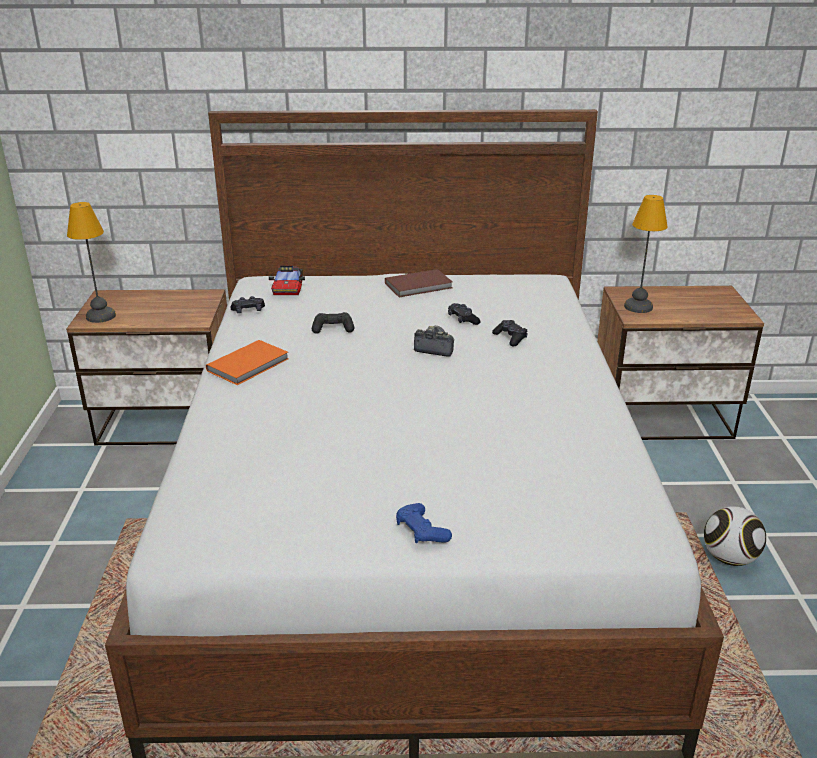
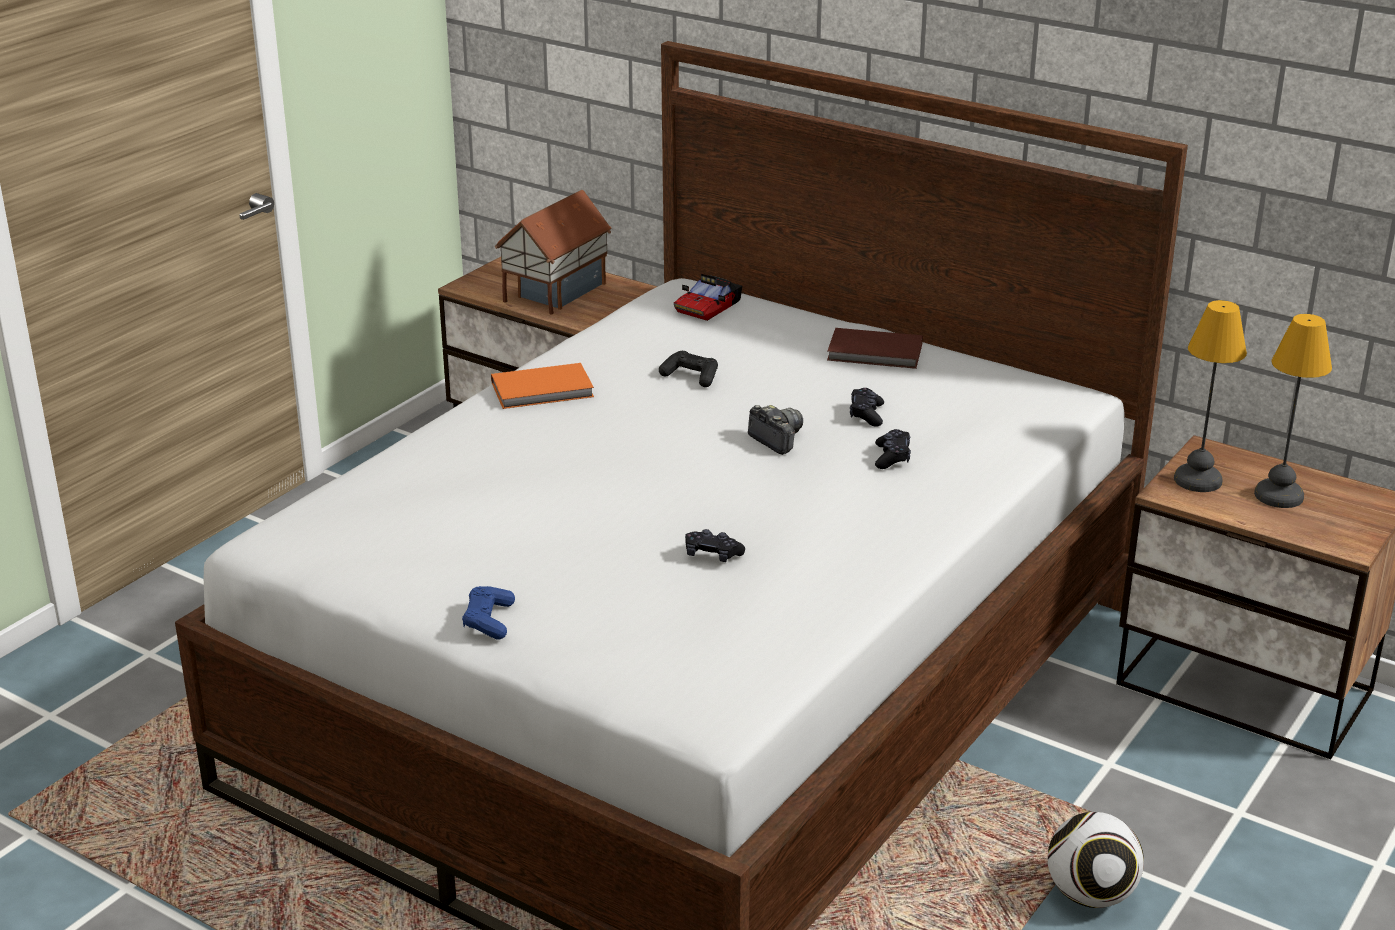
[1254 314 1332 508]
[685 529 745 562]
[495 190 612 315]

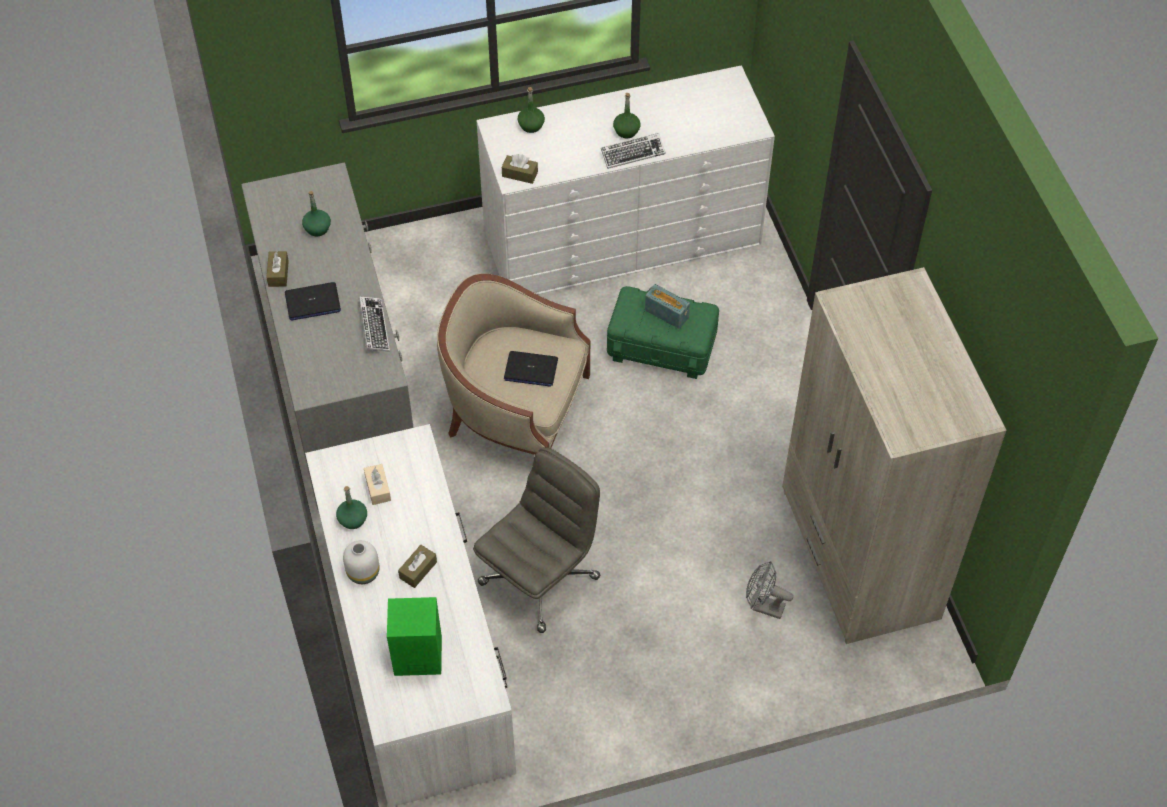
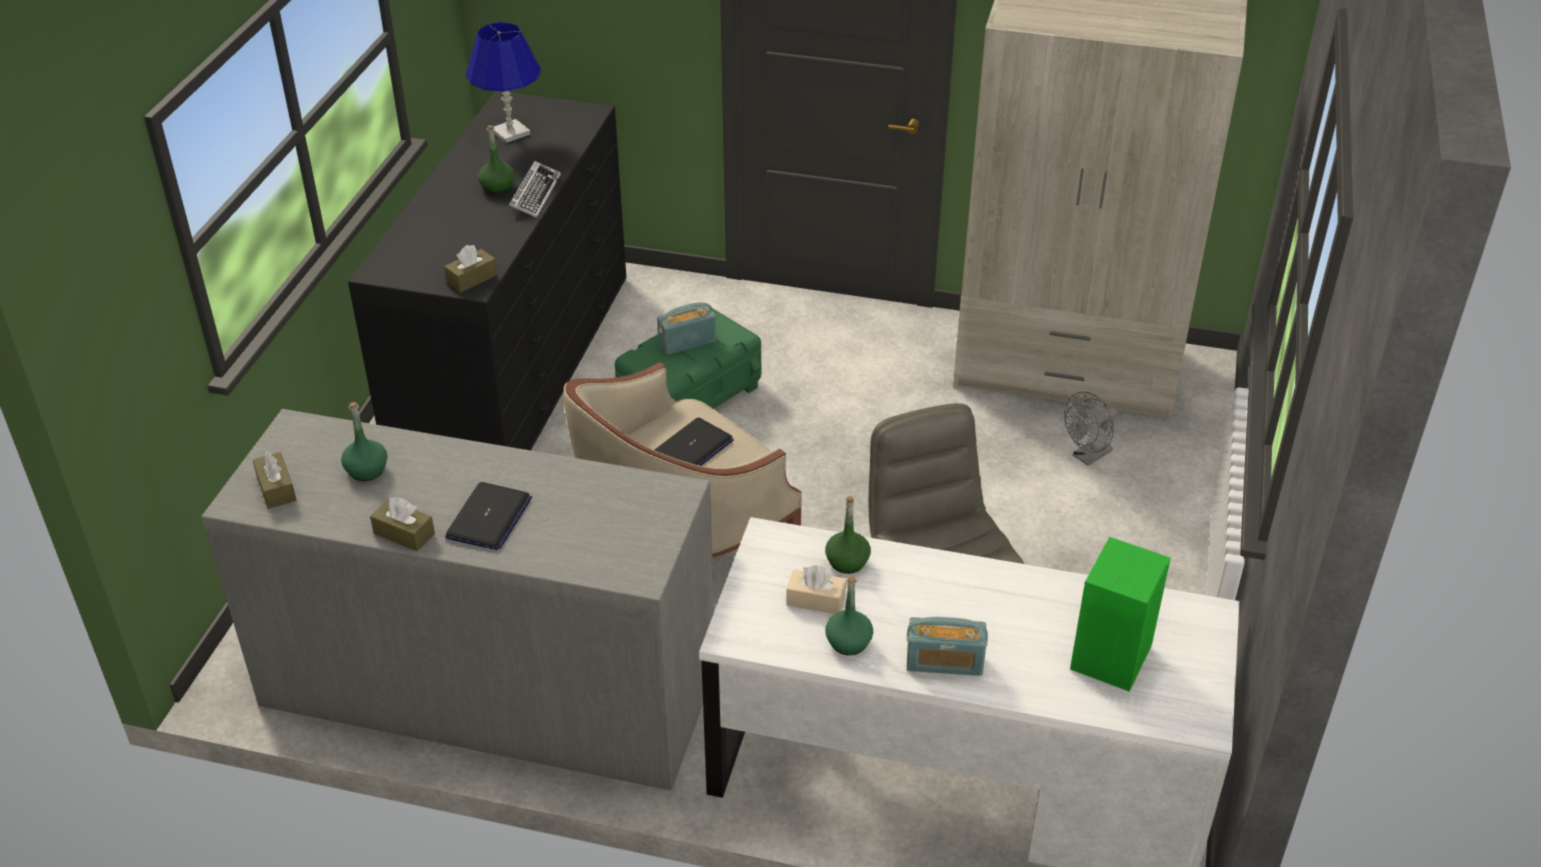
[348 91 626 451]
[825 496 871 574]
[359 296 390 352] (first image)
[906 617 988 676]
[253 450 297 509]
[466 22 541 143]

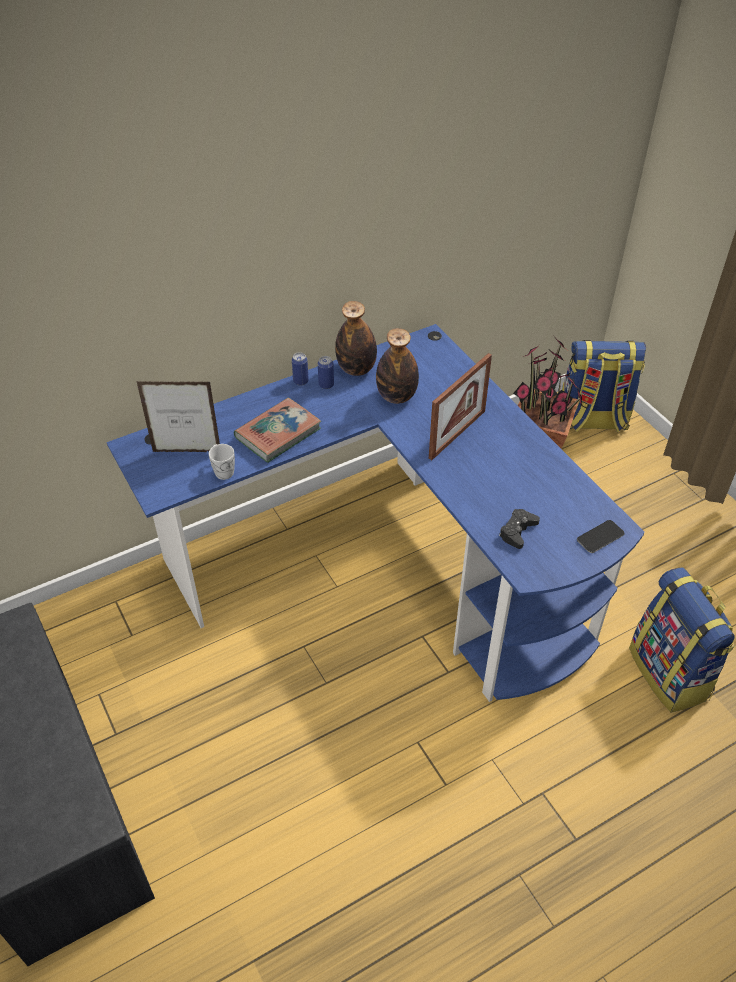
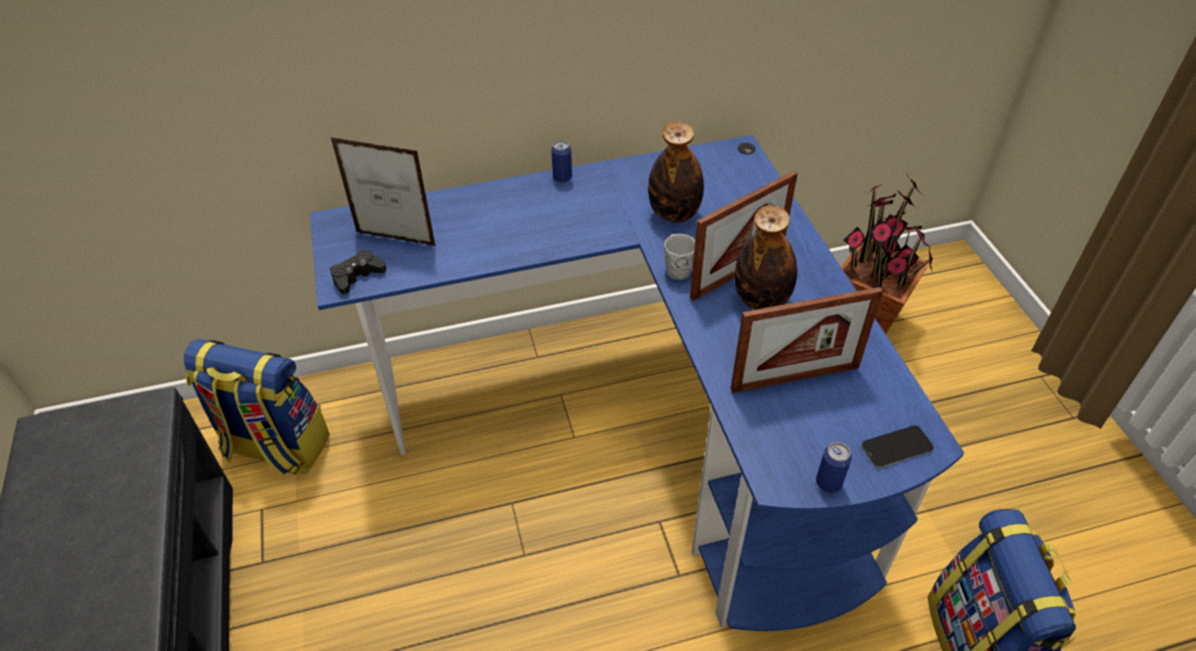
[735 205 797 310]
[184 339 330 476]
[816 442 852 493]
[234 398 321 463] (first image)
[664 234 695 280]
[330 250 387 294]
[731 287 883 393]

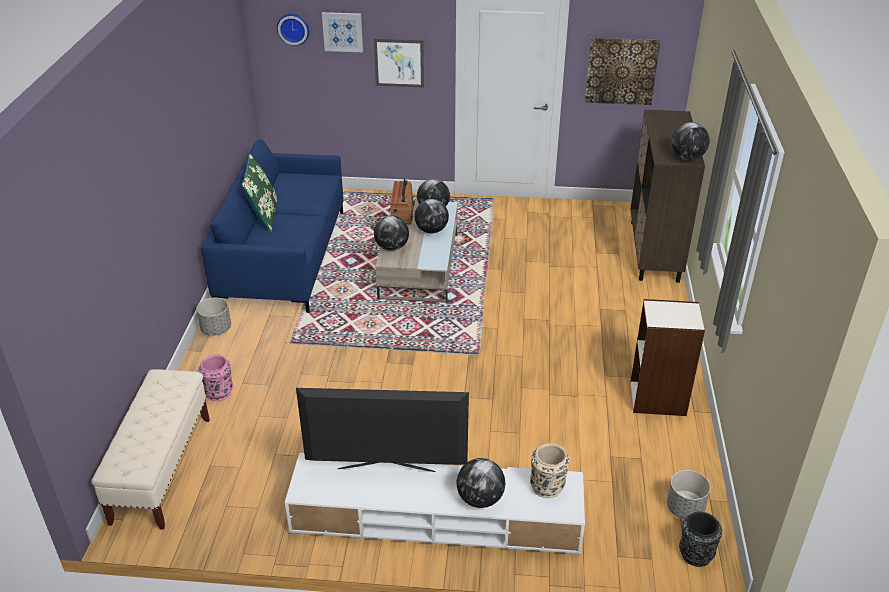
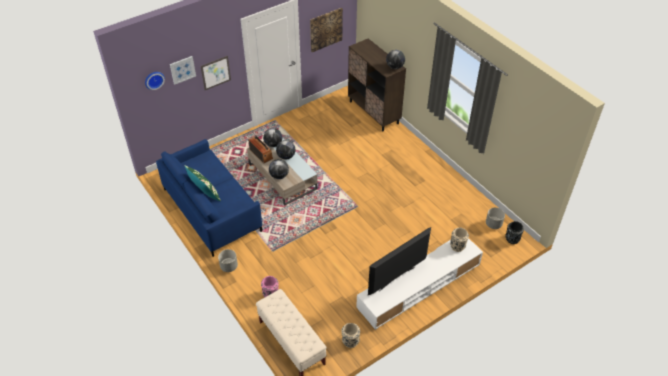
[630 299 705 416] (first image)
[456 458 505 508] (first image)
[341 323 360 348]

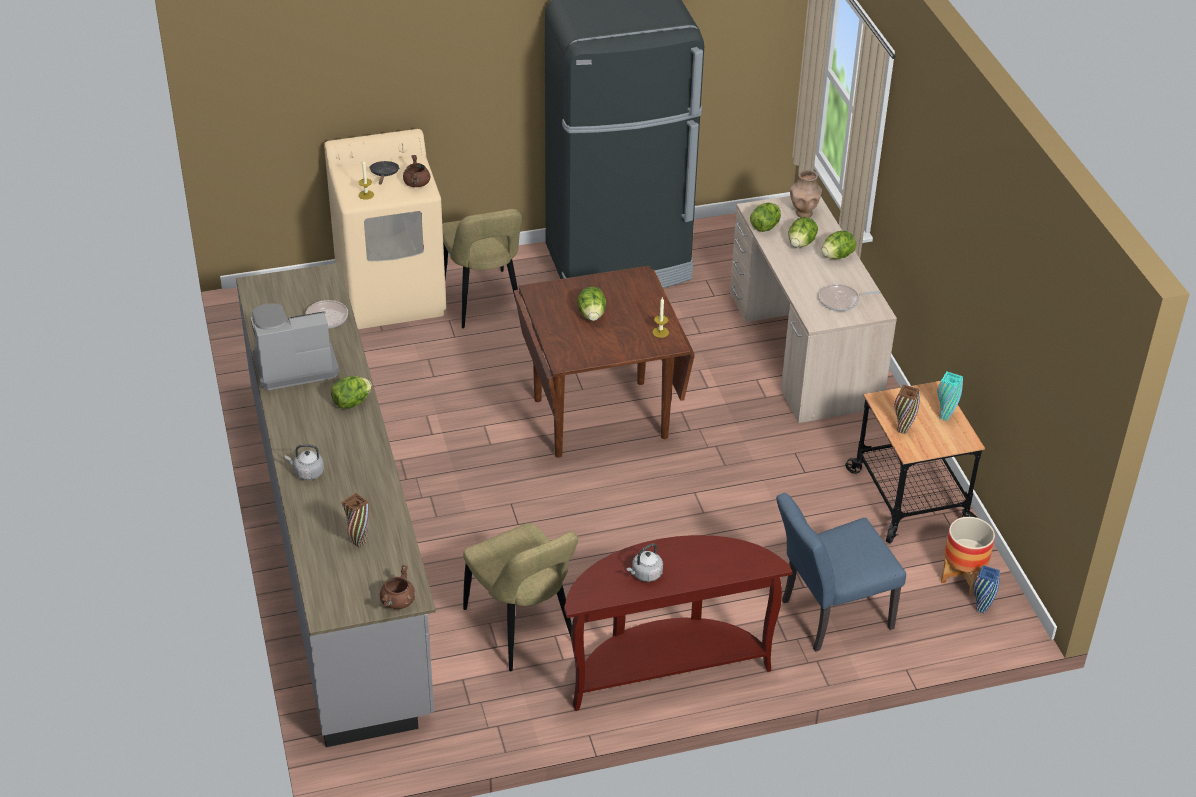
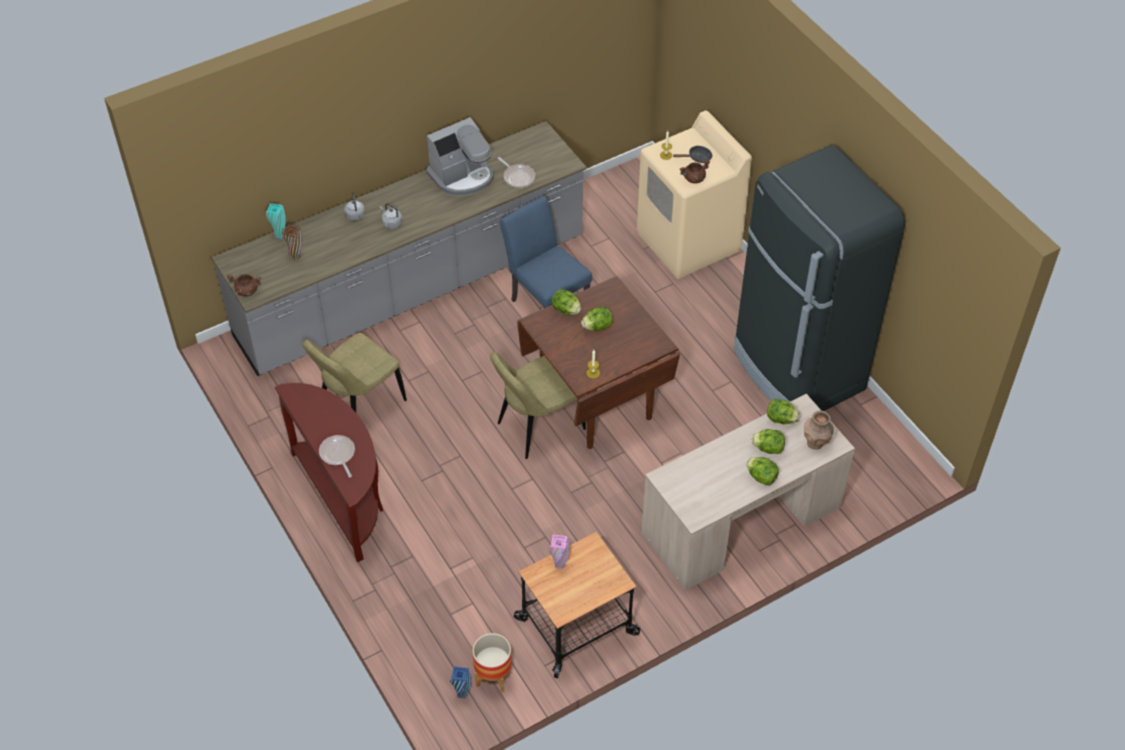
[490 352 586 459]
[319 435 355 477]
[426 117 493 196]
[266 203 286 239]
[552 289 582 315]
[549 535 570 569]
[500 196 592 308]
[379 203 403 229]

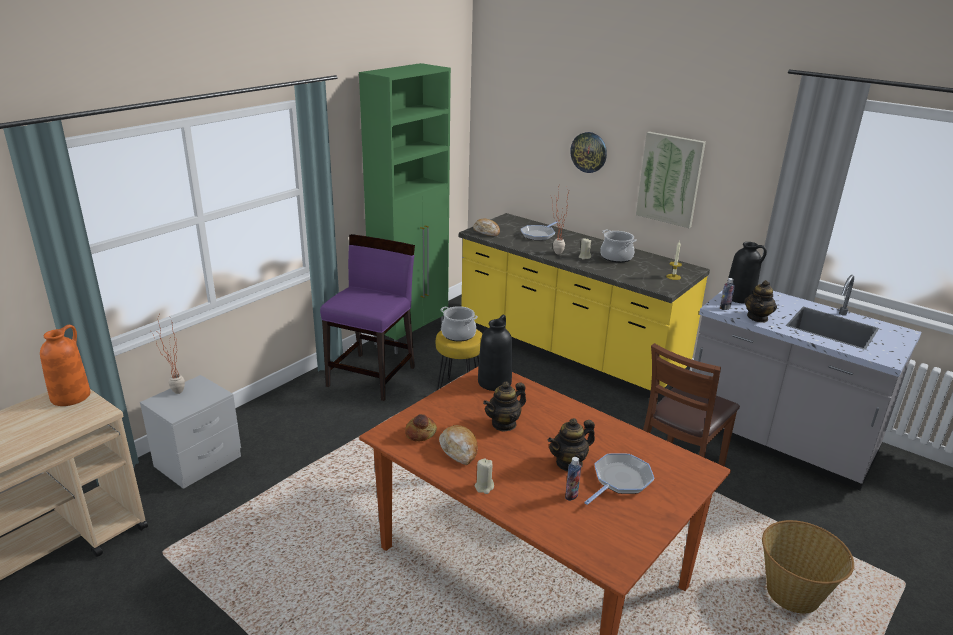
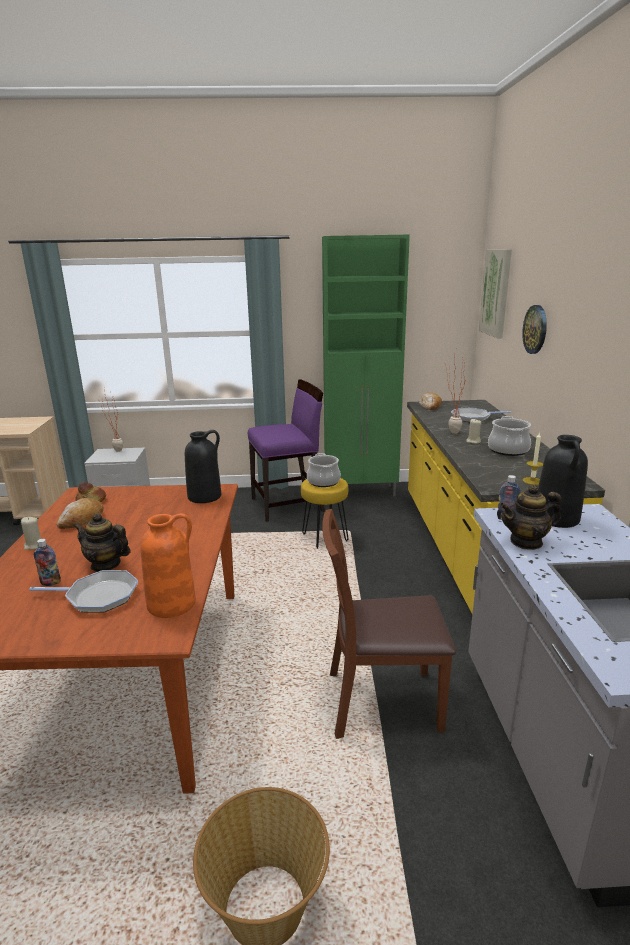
[479 249 512 338]
[140 513 196 618]
[483 381 526 432] (first image)

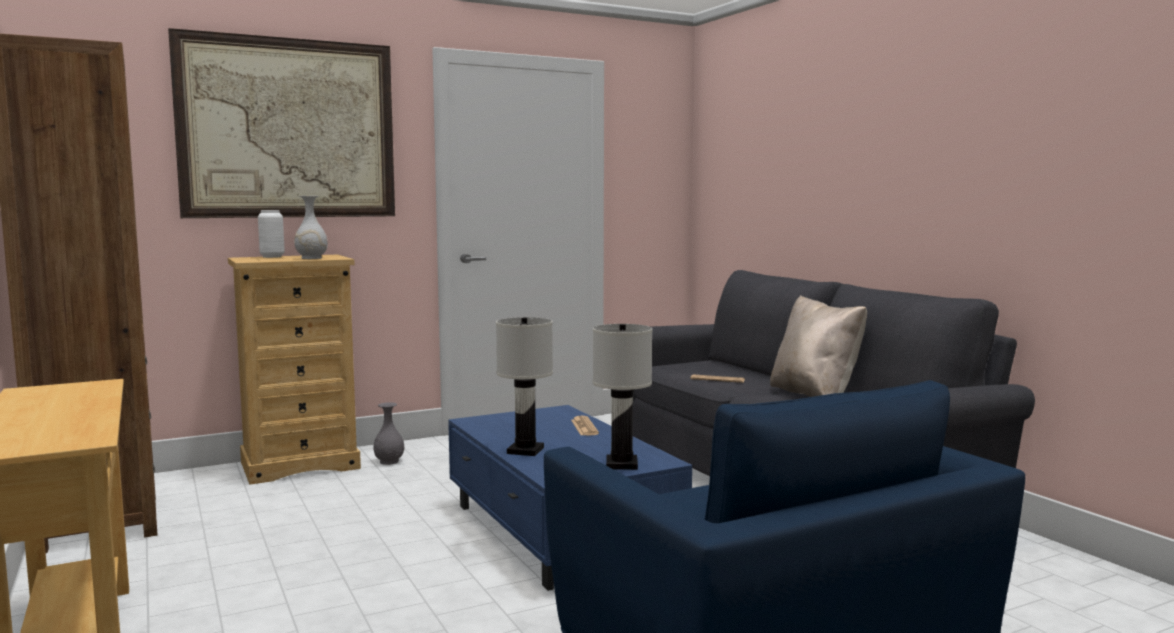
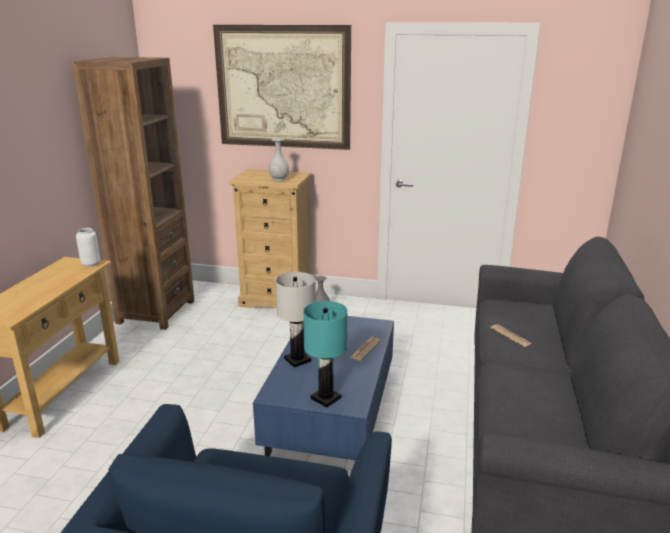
[76 228 100 267]
[770 295 867 397] (first image)
[303 301 348 407]

